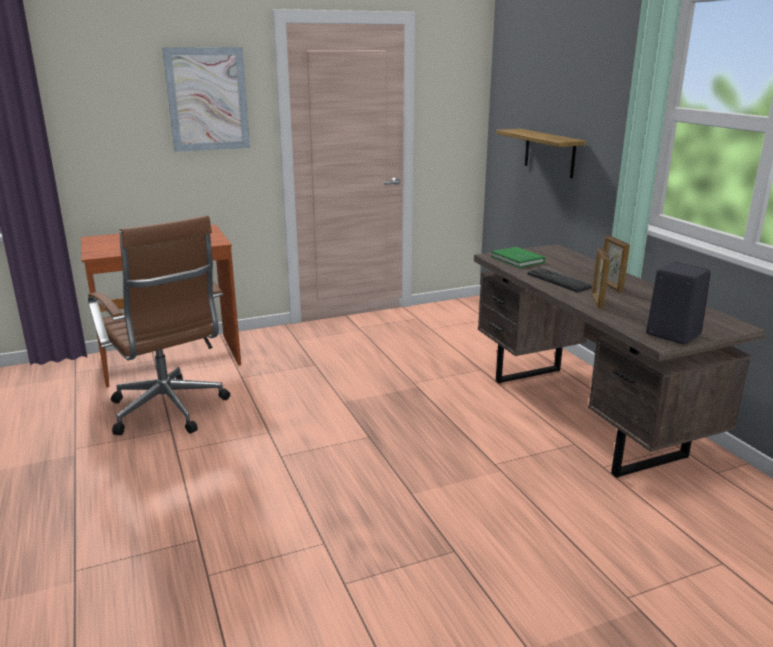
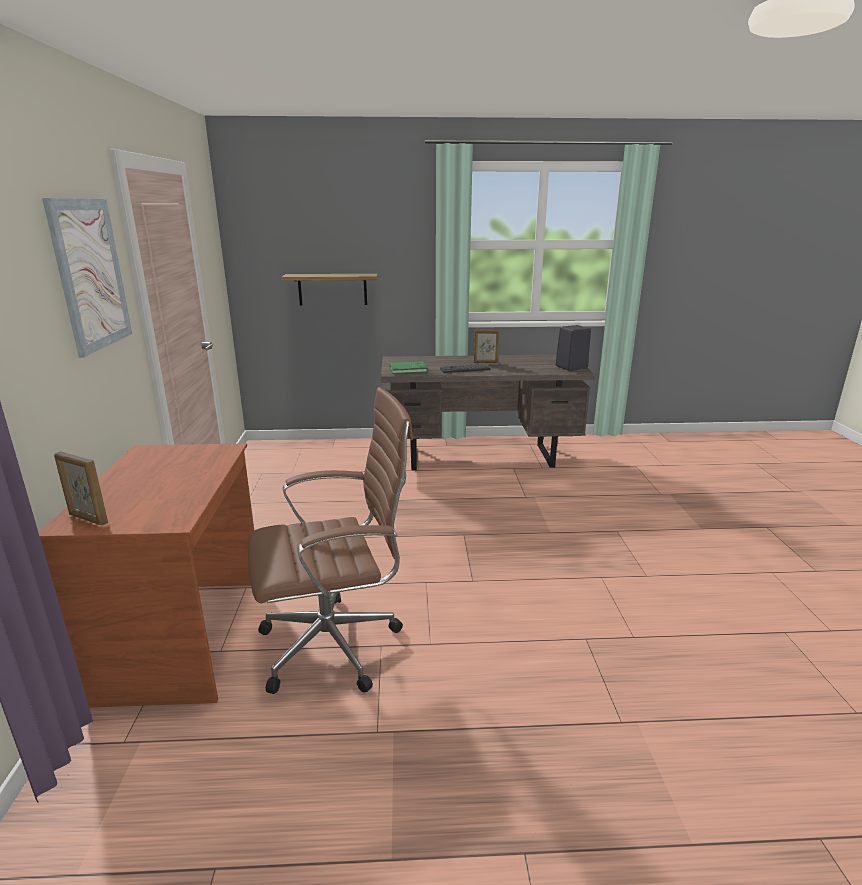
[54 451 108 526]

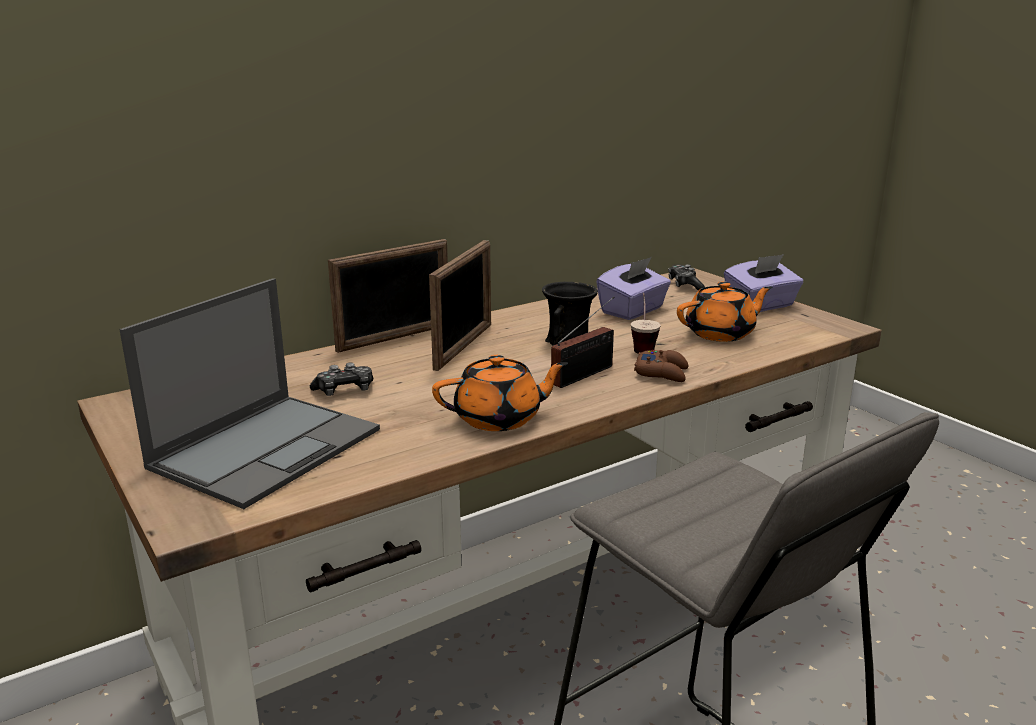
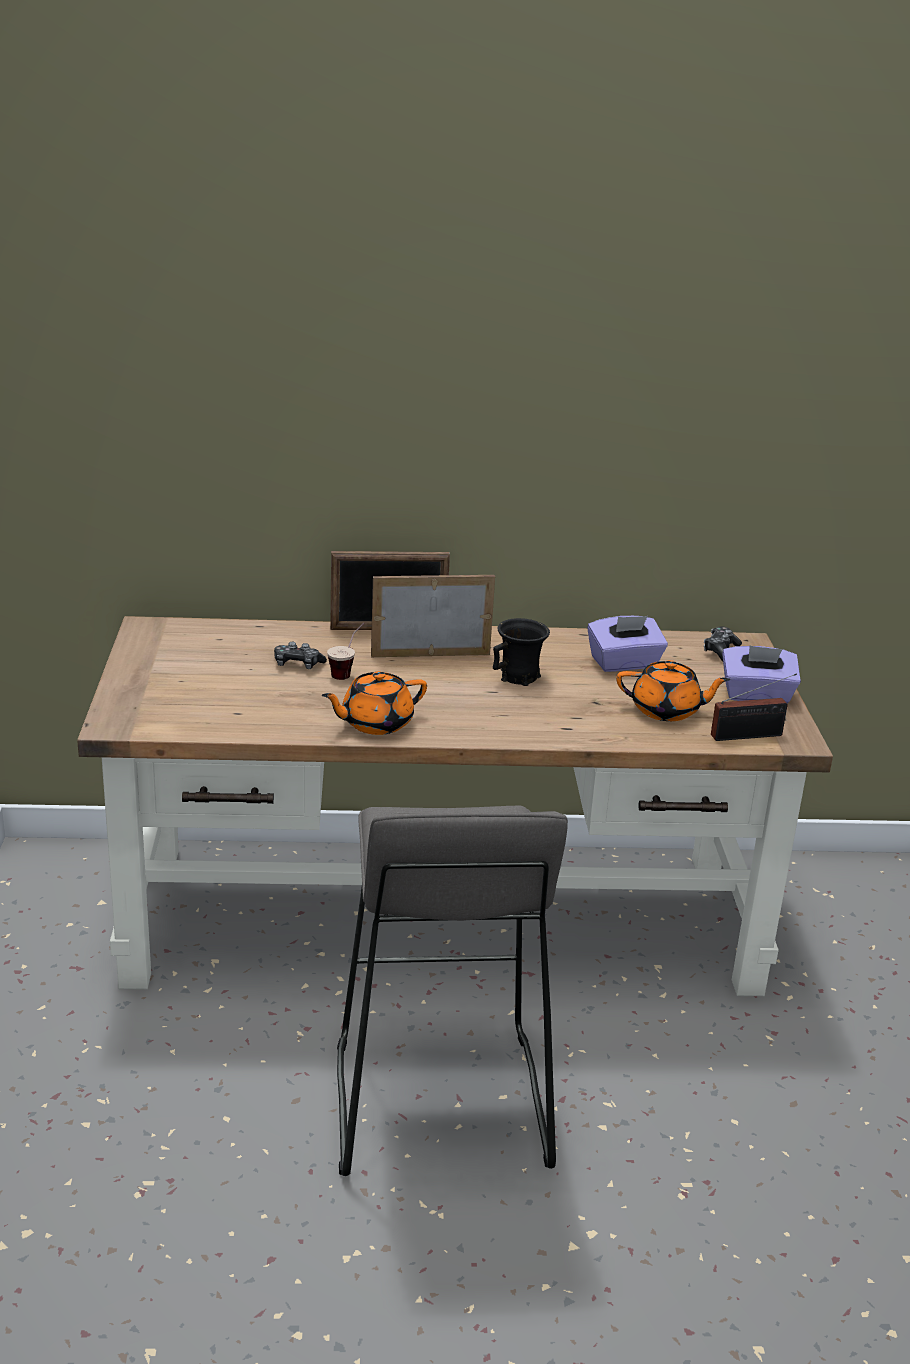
[371 575 495 657]
[119 278 380 509] (first image)
[327 623 365 680]
[711 674 797 741]
[634 350 688 382] (first image)
[322 671 427 735]

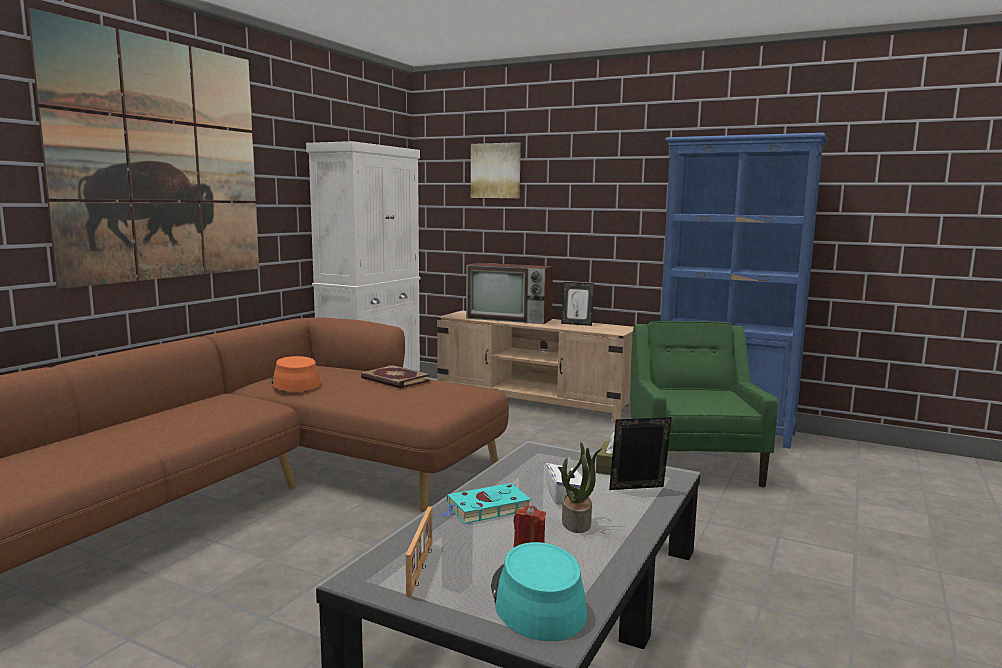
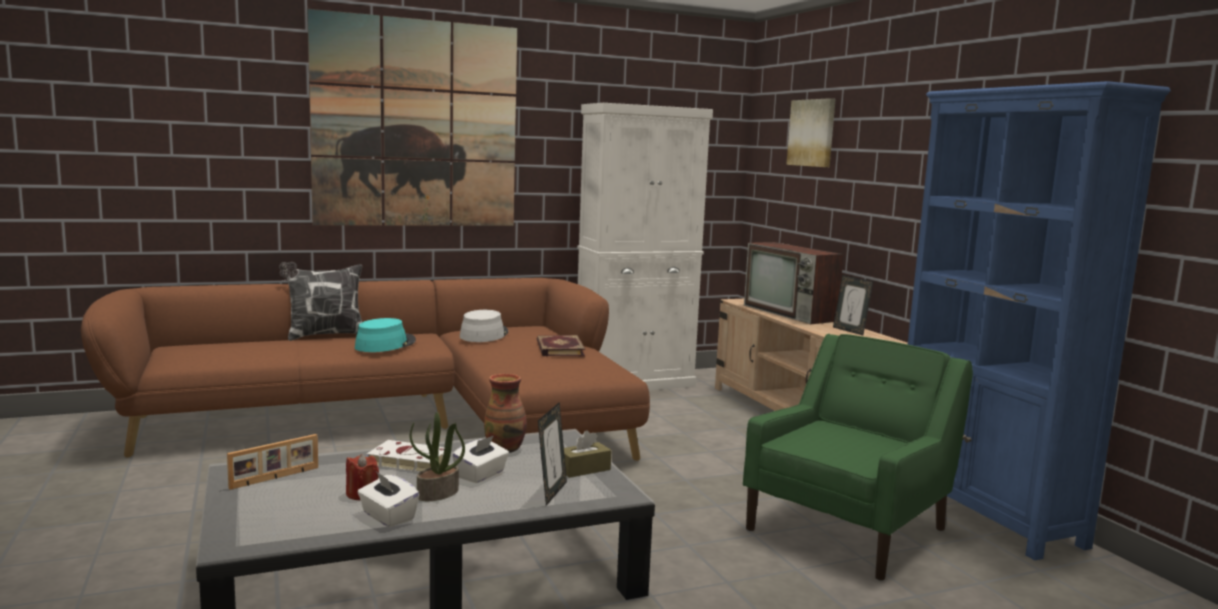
[460 310 508 342]
[538 402 567 506]
[366 440 444 472]
[355 318 416 352]
[279 262 362 341]
[484 374 527 453]
[357 471 419 527]

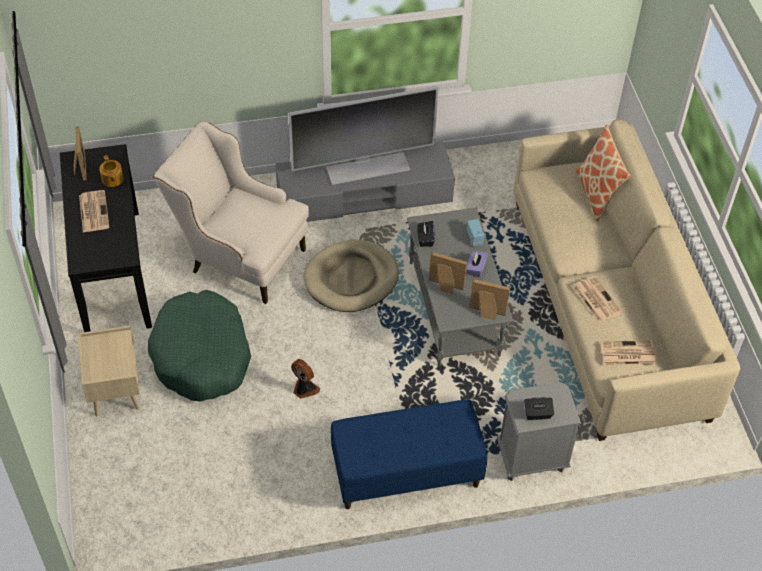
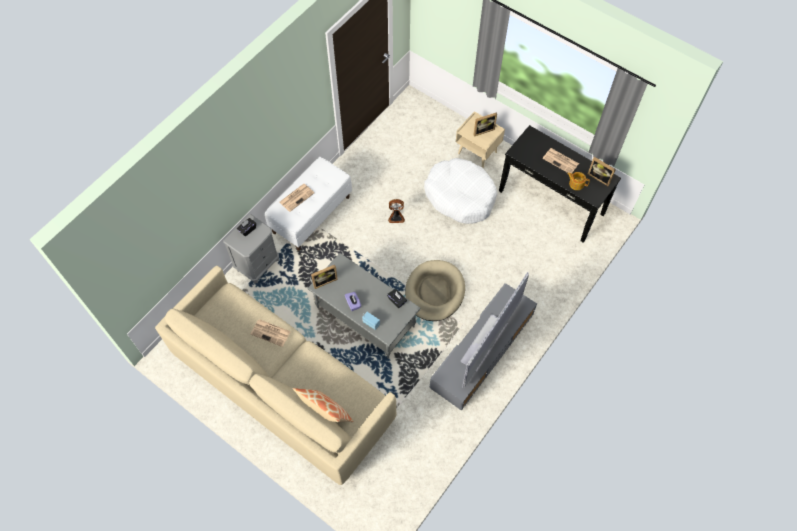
[153 121 309 304] (first image)
[474 113 497 137]
[424 158 498 224]
[280 184 314 212]
[265 157 352 251]

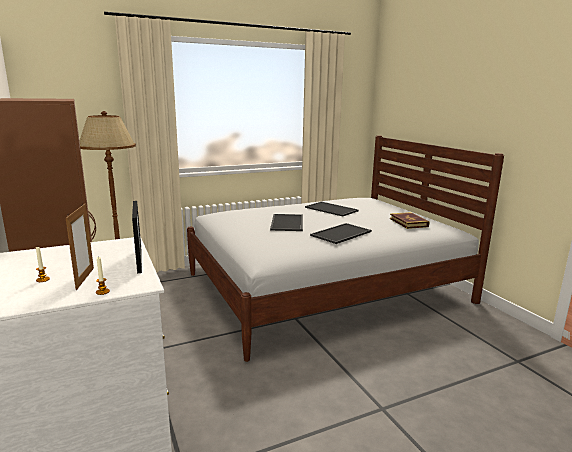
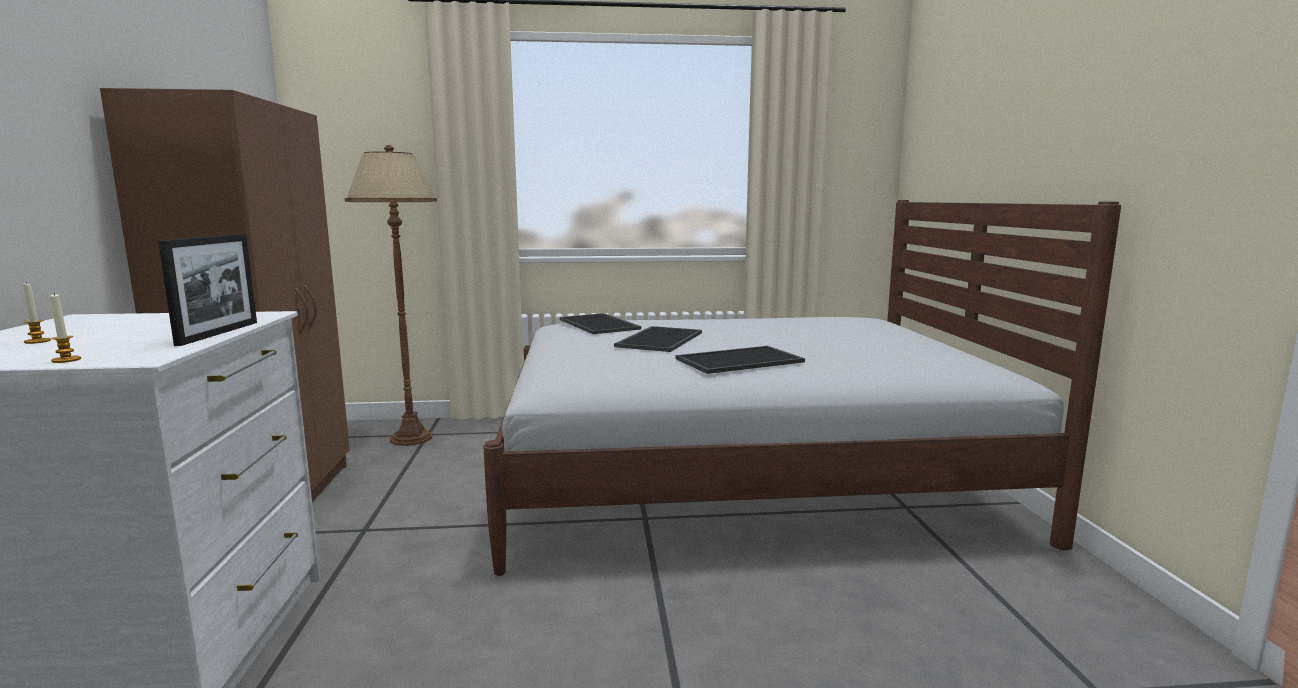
[560 313 641 334]
[66 203 94 290] (first image)
[390 212 430 229] (first image)

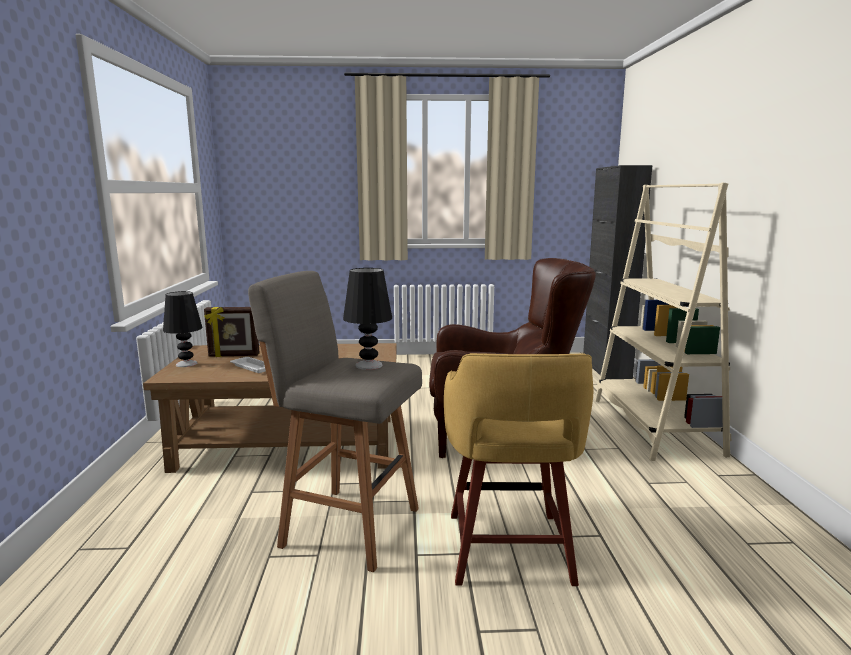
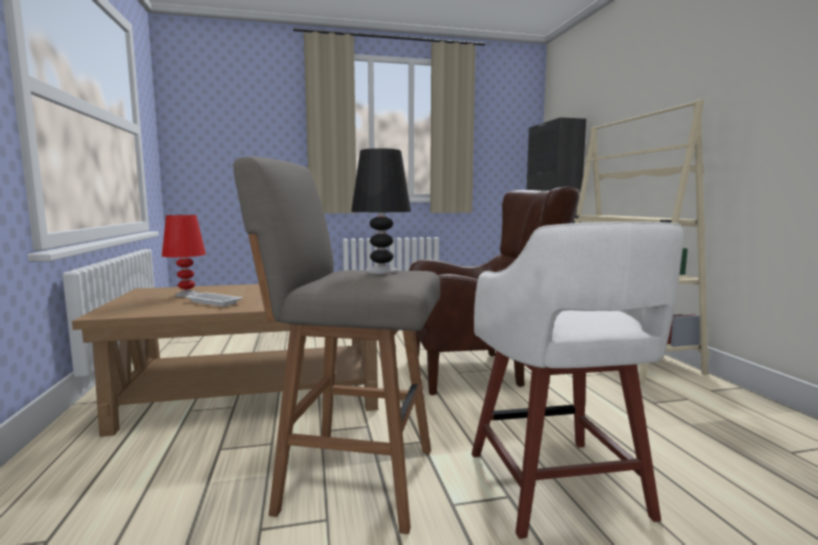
[163 291 202 367] (first image)
[162 215 206 297]
[472 222 684 539]

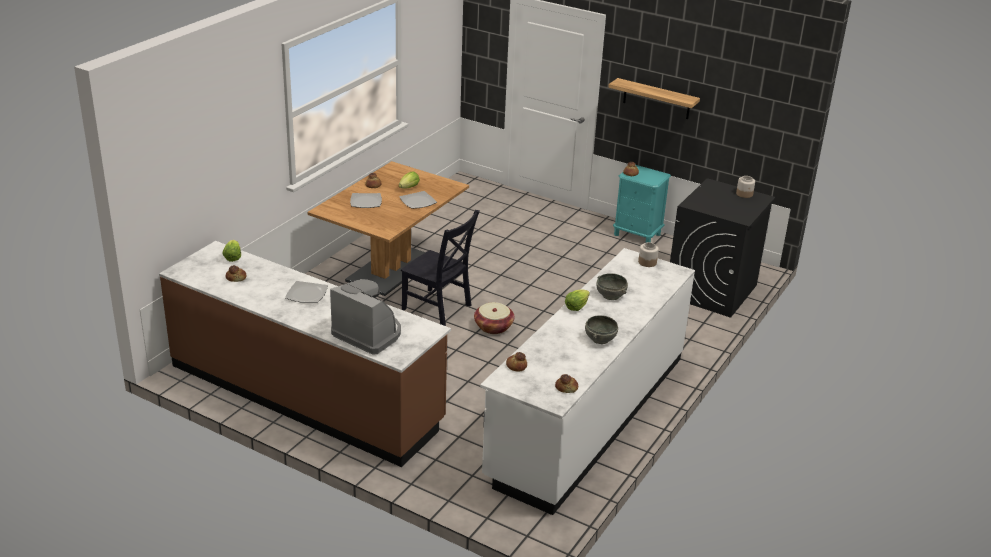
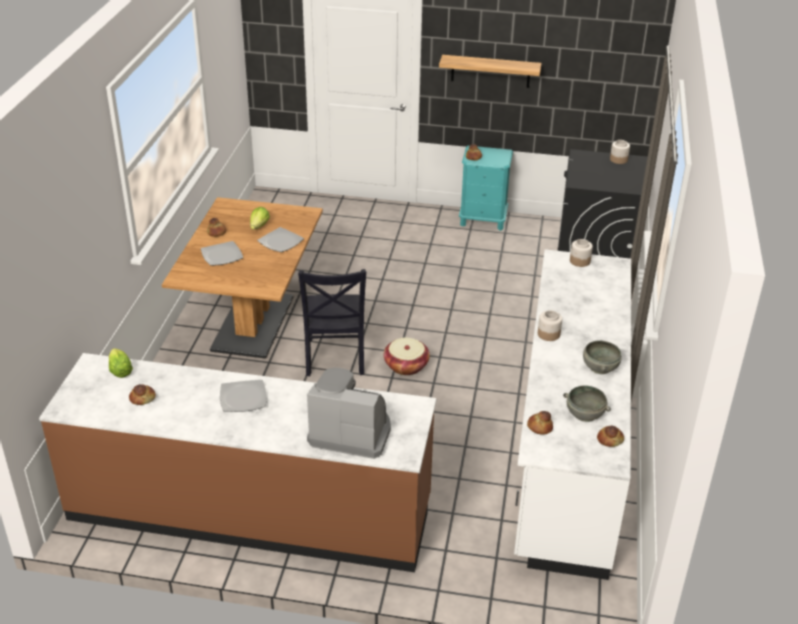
[298 269 366 376]
[563 385 611 422]
[538 310 562 341]

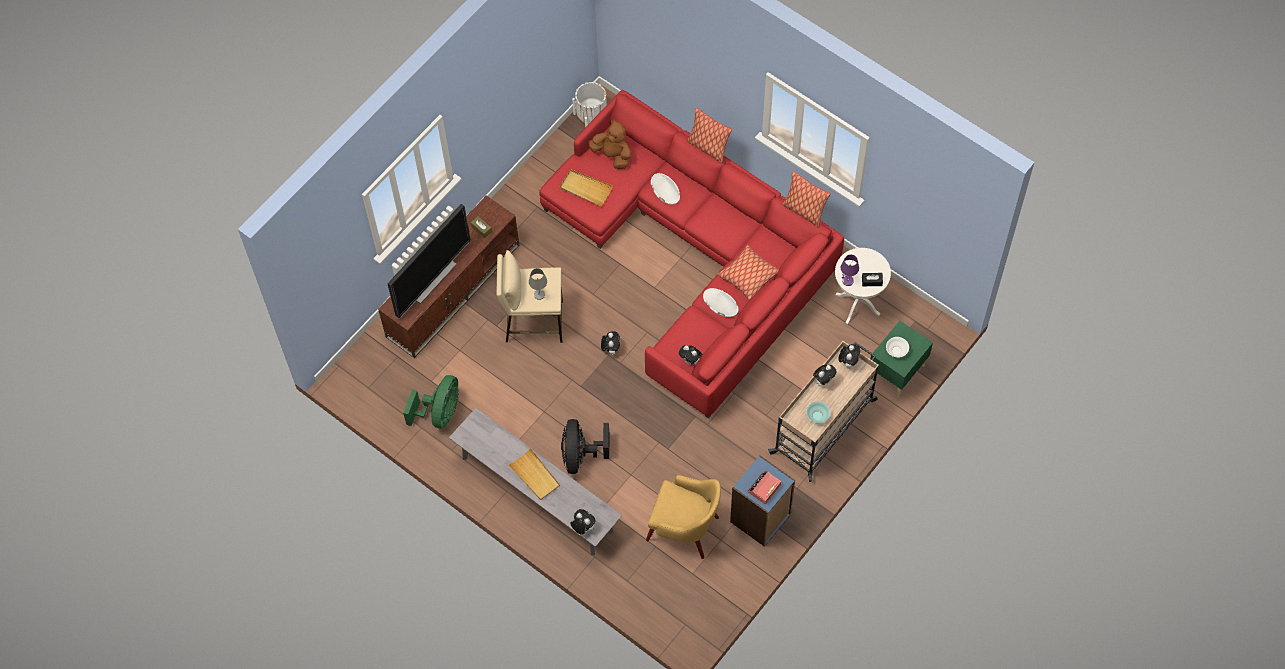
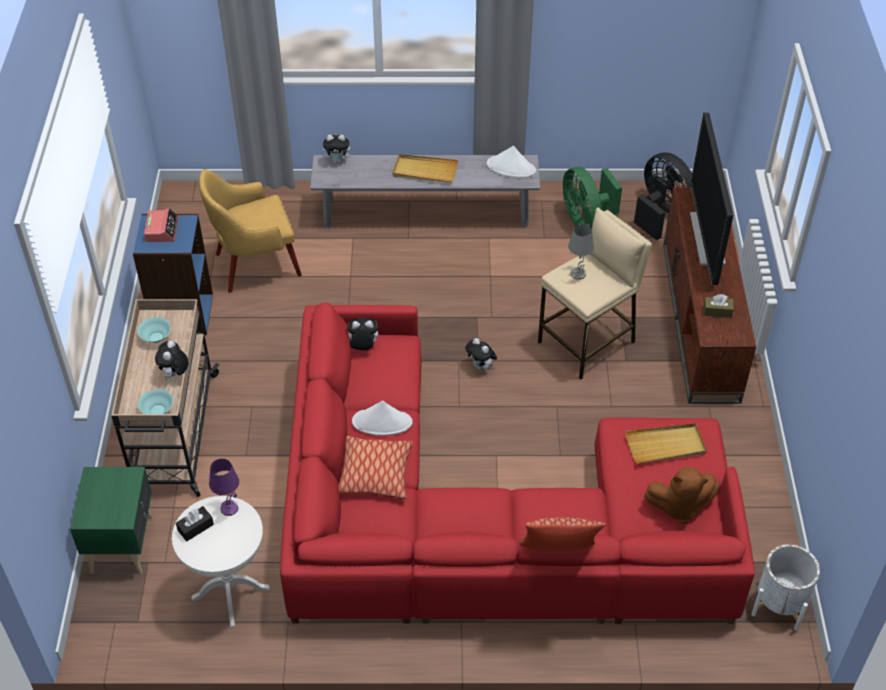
[782 171 830 228] (first image)
[487 146 536 178]
[886 337 909 358] (first image)
[138 389 173 414]
[634 152 692 240]

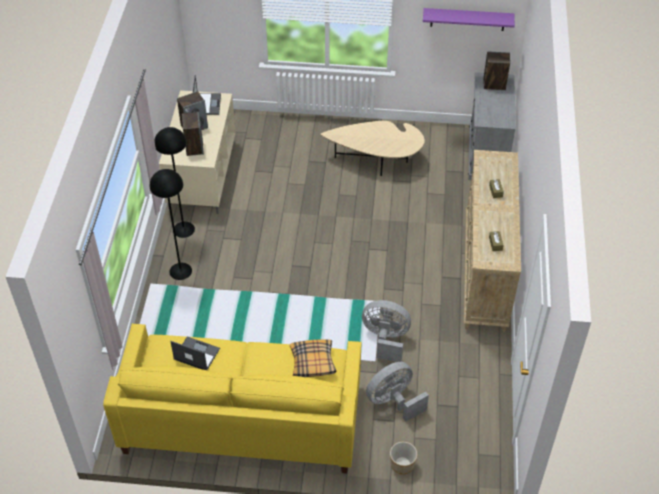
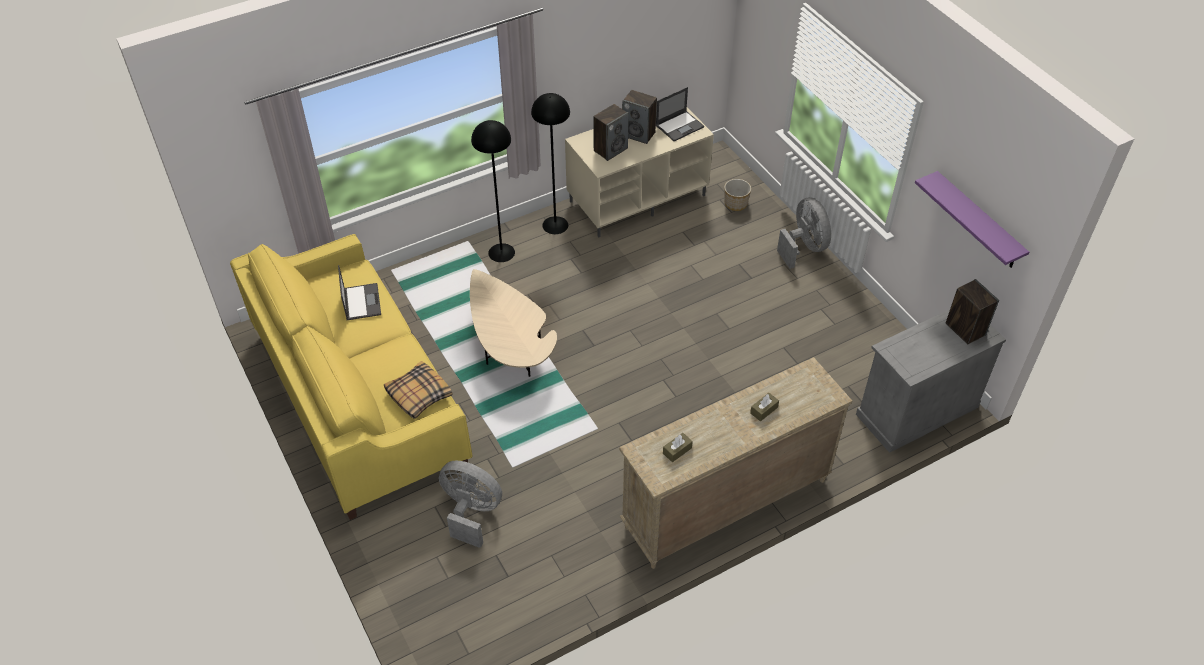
[470 269 557 377]
[777 197 831 269]
[724 179 751 211]

